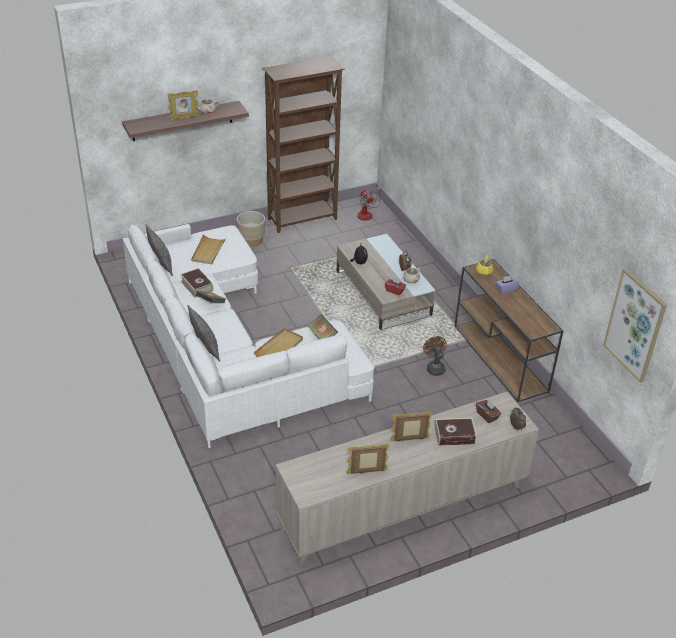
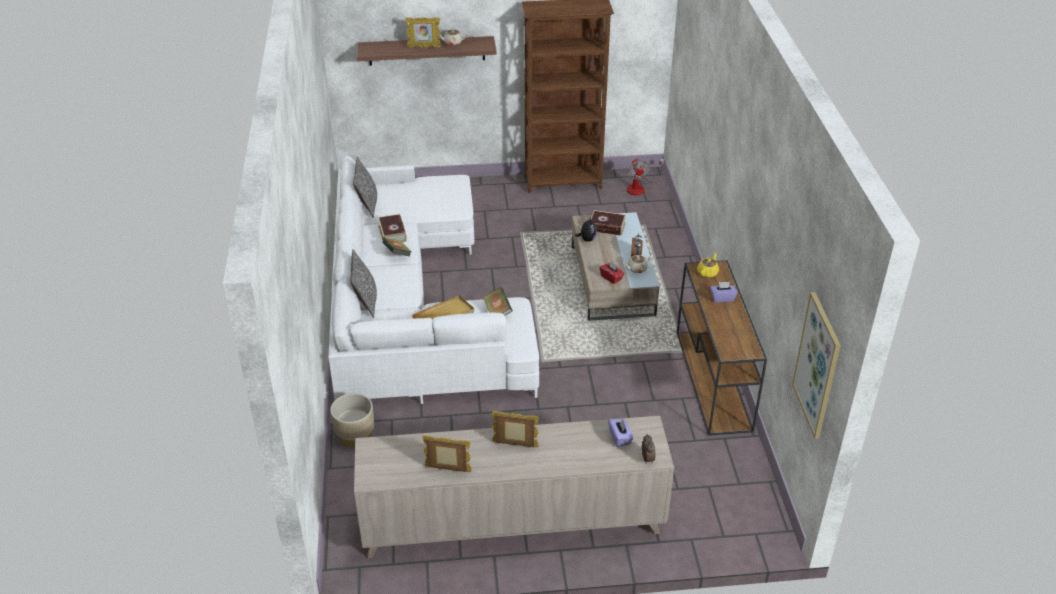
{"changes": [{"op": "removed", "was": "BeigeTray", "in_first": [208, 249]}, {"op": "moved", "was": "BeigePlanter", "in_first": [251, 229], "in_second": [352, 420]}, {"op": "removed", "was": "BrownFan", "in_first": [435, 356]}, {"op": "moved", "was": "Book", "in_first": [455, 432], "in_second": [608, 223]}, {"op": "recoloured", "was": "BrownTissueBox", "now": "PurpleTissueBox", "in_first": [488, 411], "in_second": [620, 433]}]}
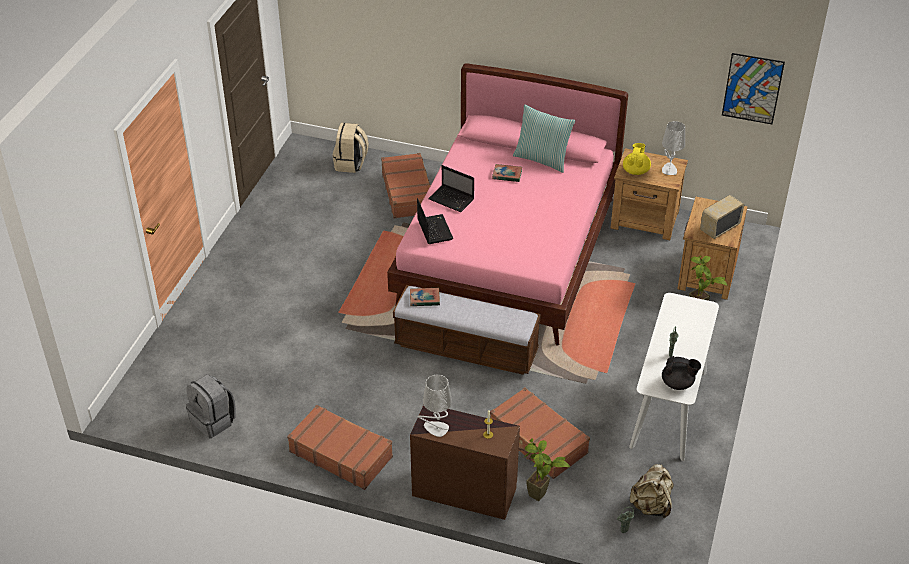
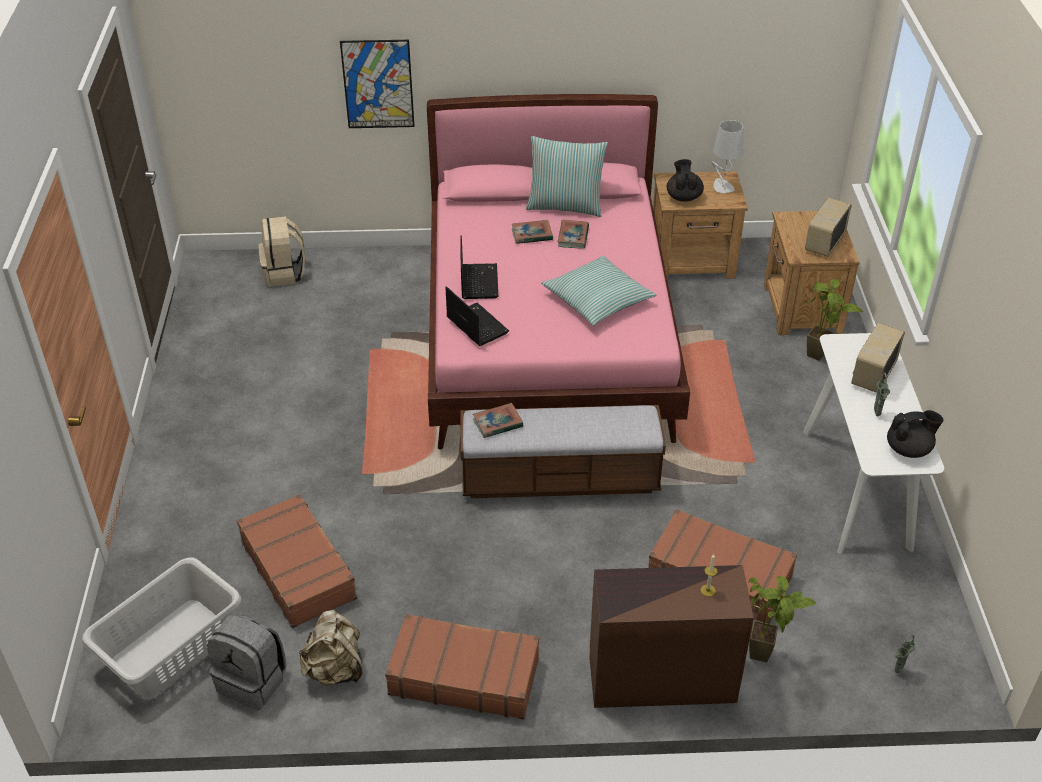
{"changes": [{"op": "moved", "was": "BrownSuitcase", "in_first": [405, 186], "in_second": [297, 561]}, {"op": "removed", "was": "GreyTableLamp", "in_first": [435, 406]}, {"op": "turned", "was": "Laptop", "in_first": [451, 188], "in_second": [479, 267], "clockwise": -105}, {"op": "recoloured", "was": "YellowTeapot", "now": "BlackTeapot", "in_first": [637, 159], "in_second": [685, 180]}, {"op": "moved", "was": "BeigeBackpack", "in_first": [651, 491], "in_second": [330, 648]}, {"op": "moved", "was": "Picture", "in_first": [753, 88], "in_second": [377, 84]}, {"op": "added", "now": "GreyLaundryBasket", "in_second": [161, 628]}, {"op": "added", "now": "Pillow", "in_second": [598, 291]}, {"op": "added", "now": "Book", "in_second": [573, 234]}, {"op": "added", "now": "Radio", "in_second": [878, 358]}]}
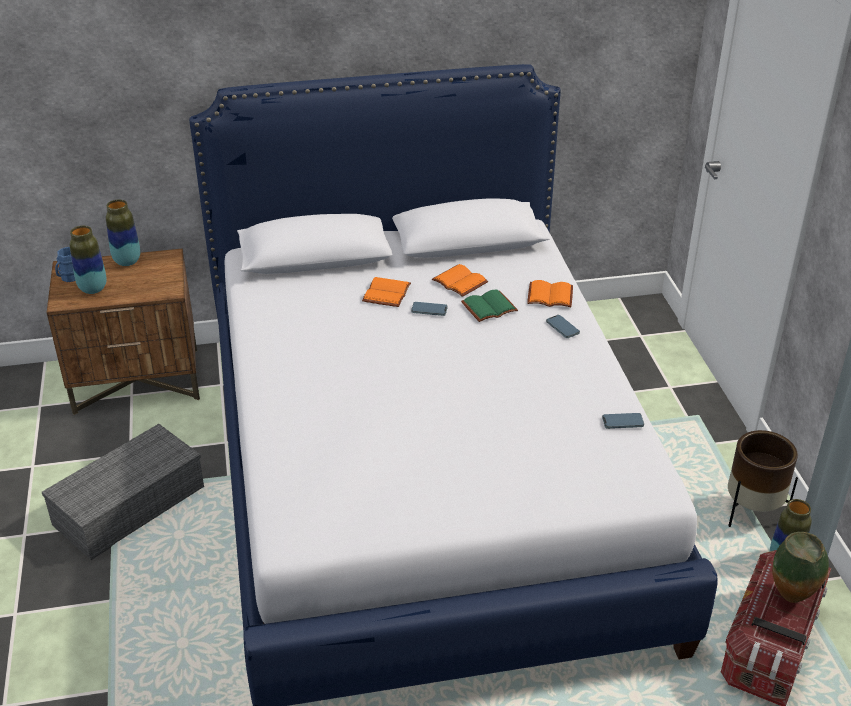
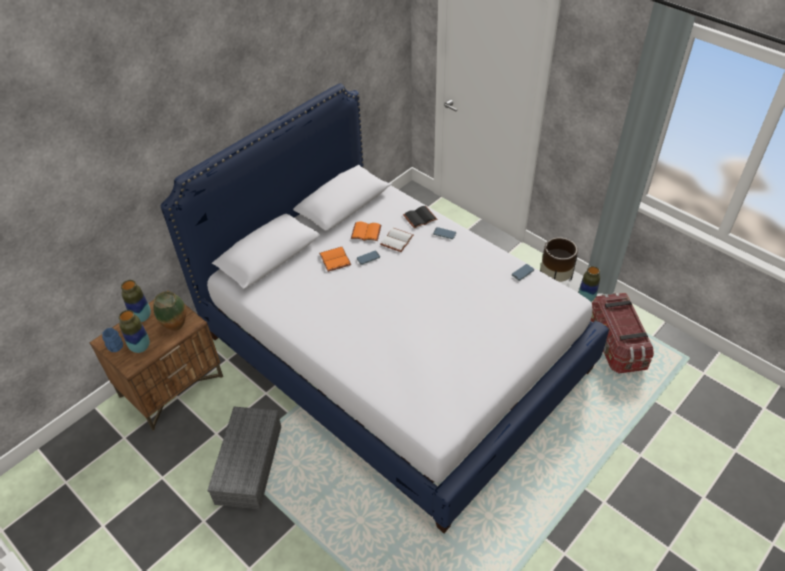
{"changes": [{"op": "recoloured", "was": "GreenBook", "now": "WhiteBook", "in_first": [489, 305], "in_second": [397, 240]}, {"op": "recoloured", "was": "OrangeBook", "now": "BlackBook", "in_first": [550, 293], "in_second": [420, 217]}, {"op": "moved", "was": "Vase", "in_first": [800, 567], "in_second": [169, 311]}]}
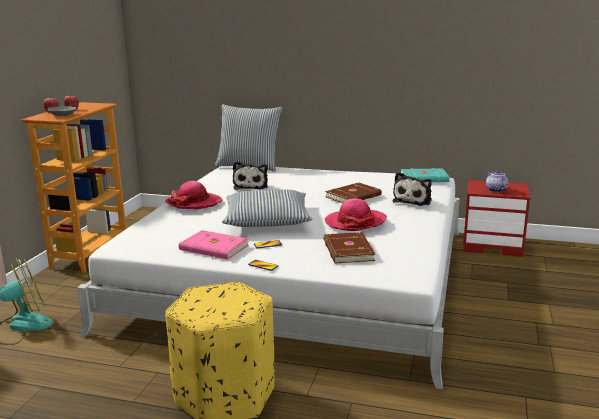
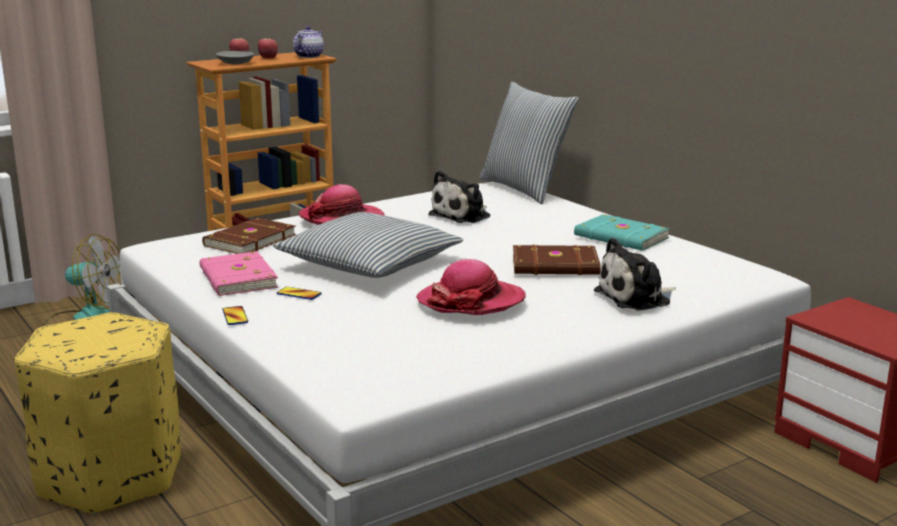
{"changes": [{"op": "moved", "was": "BrownBook", "in_first": [349, 248], "in_second": [249, 236]}, {"op": "moved", "was": "TurquoiseBook", "in_first": [425, 175], "in_second": [622, 232]}, {"op": "moved", "was": "Teapot", "in_first": [497, 181], "in_second": [308, 42]}]}
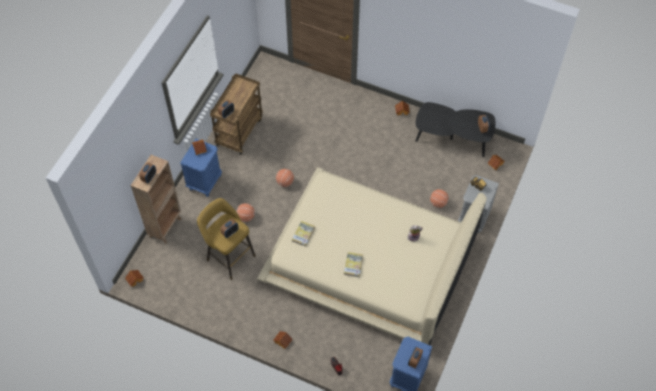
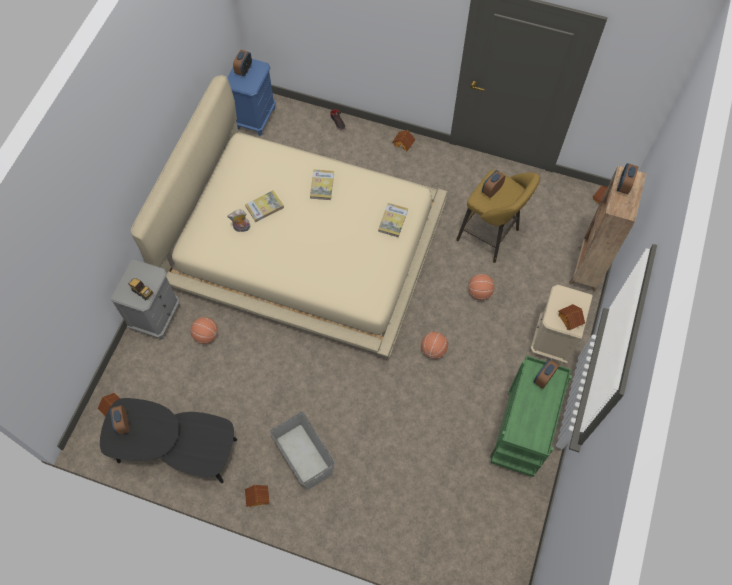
{"changes": [{"op": "recoloured", "was": "BlueNightstand", "now": "BeigeNightstand", "in_first": [201, 168], "in_second": [561, 324]}, {"op": "recoloured", "was": "BrownCart", "now": "GreenCart", "in_first": [236, 114], "in_second": [531, 416]}, {"op": "added", "now": "Book", "in_second": [264, 206]}, {"op": "added", "now": "GreyStorageBox", "in_second": [302, 450]}]}
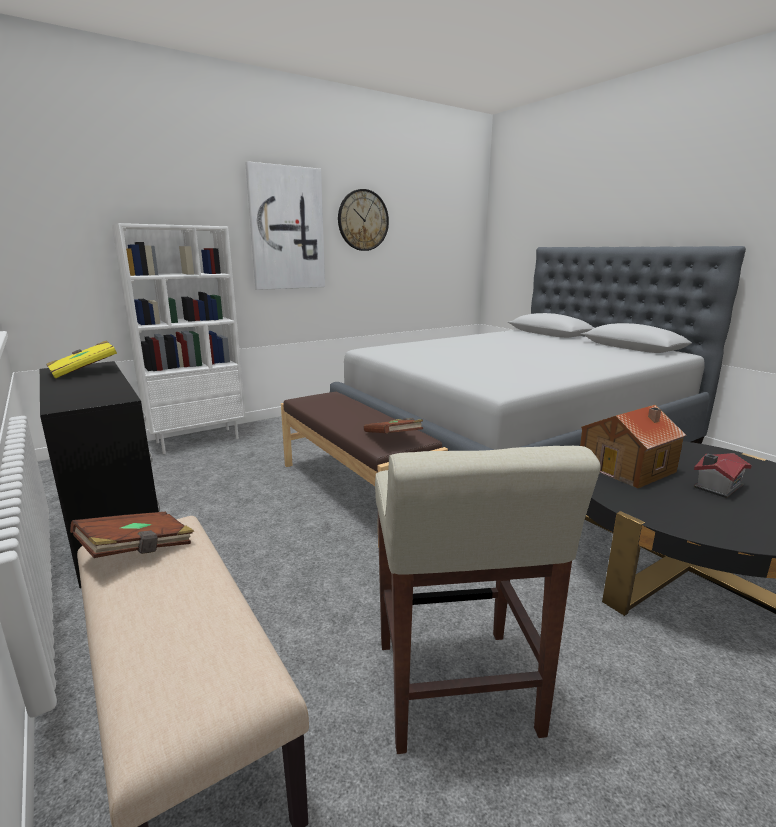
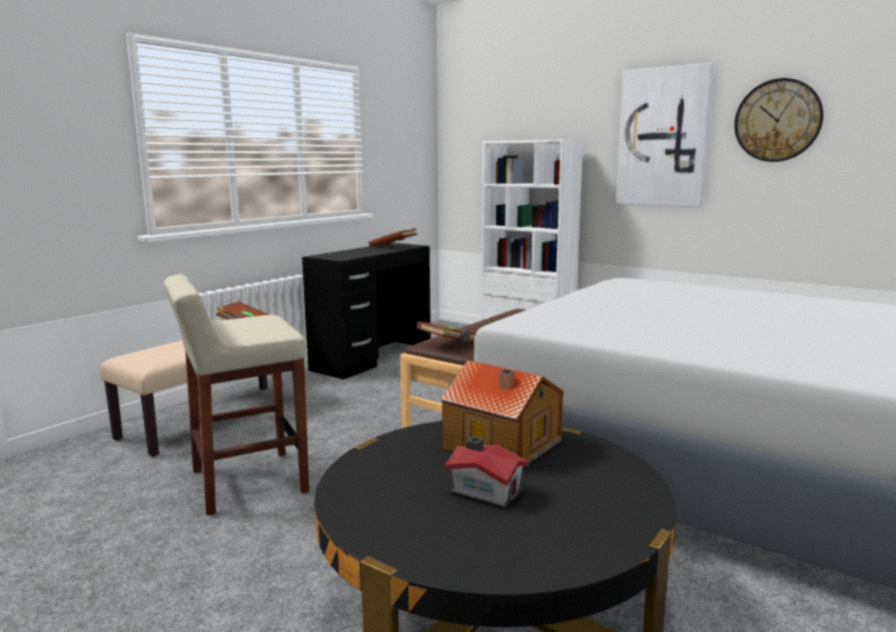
{"changes": [{"op": "recoloured", "was": "YellowBook", "now": "BrownBook", "in_first": [81, 359], "in_second": [393, 237]}]}
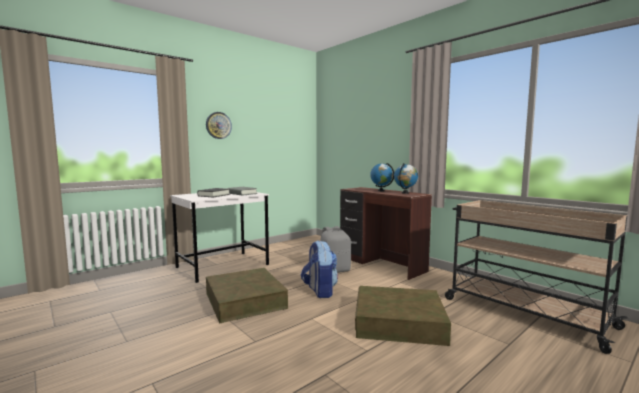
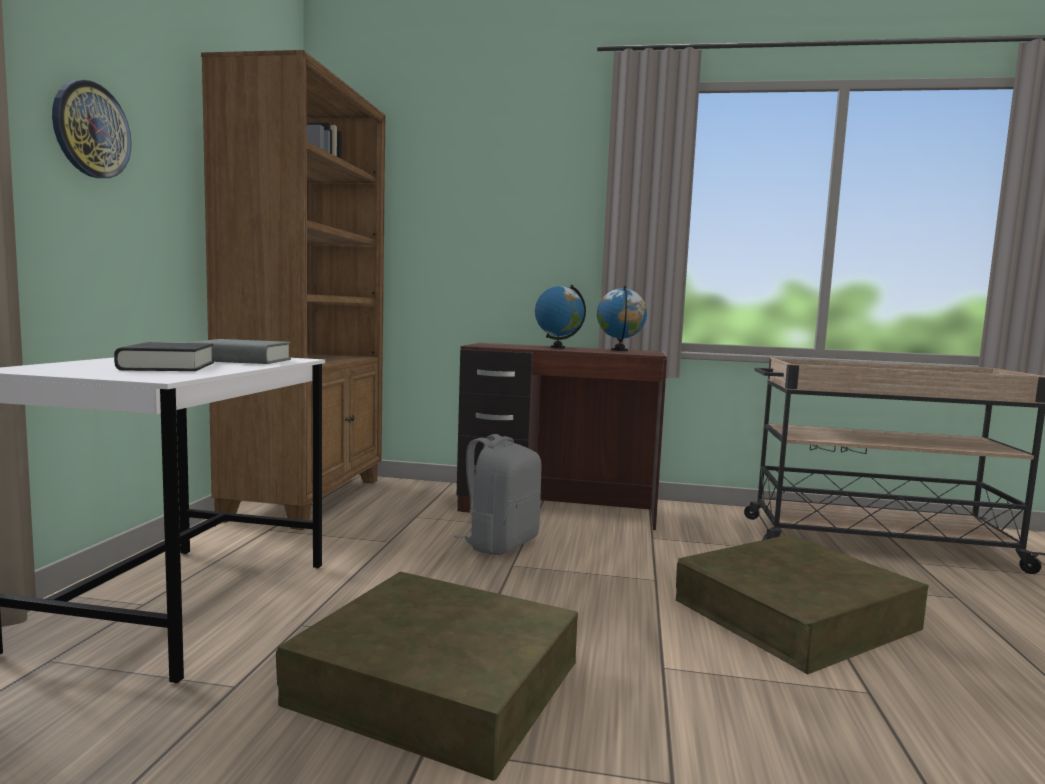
{"changes": [{"op": "removed", "was": "Backpack", "in_first": [319, 269]}, {"op": "added", "now": "BrownBookcase", "in_second": [293, 290]}]}
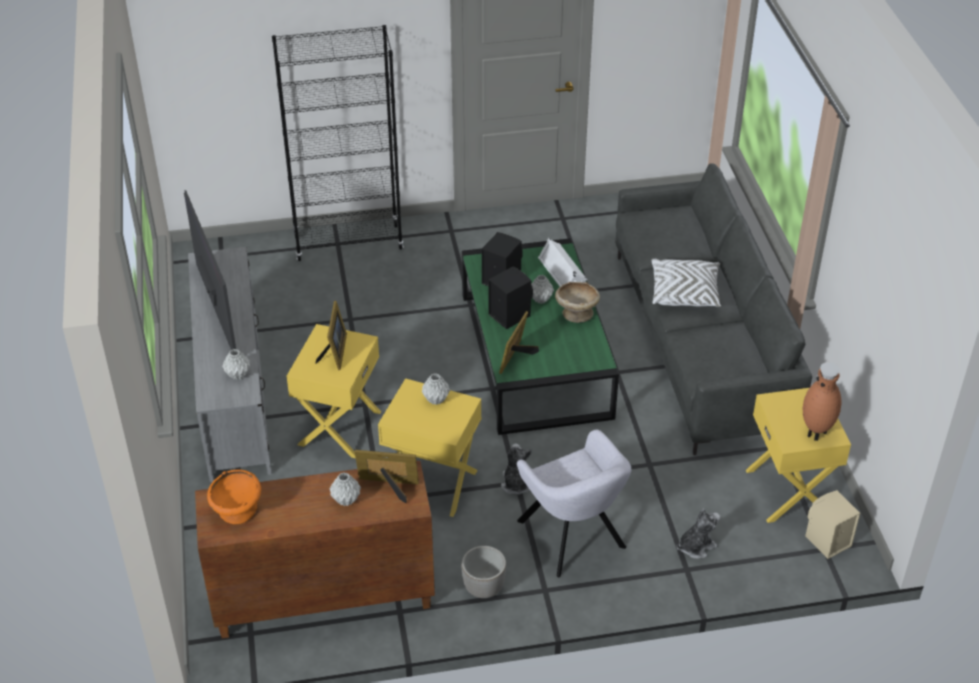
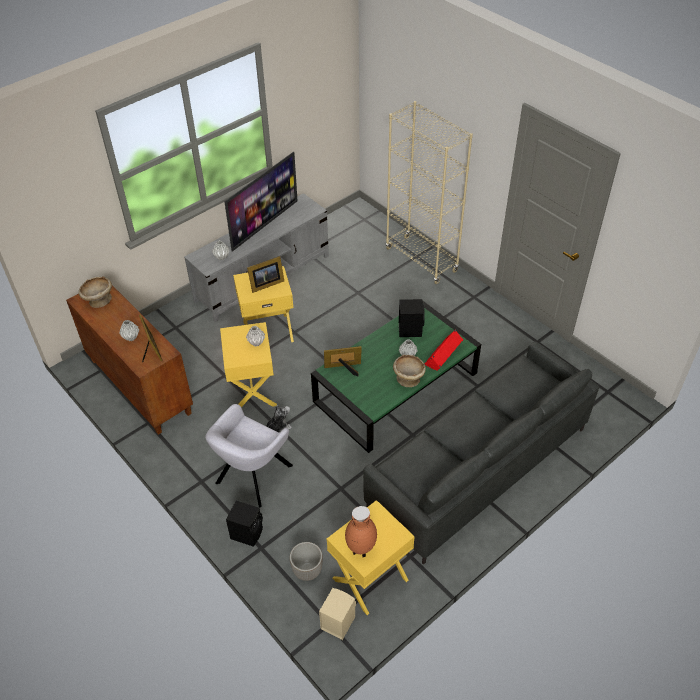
{"changes": [{"op": "recoloured", "was": "OrangeBowl", "now": "BeigeBowl", "in_first": [234, 496], "in_second": [95, 292]}, {"op": "recoloured", "was": "BlackBookcase", "now": "BeigeBookcase", "in_first": [338, 143], "in_second": [429, 192]}, {"op": "moved", "was": "Planter", "in_first": [483, 572], "in_second": [306, 561]}, {"op": "moved", "was": "BlackSpeaker", "in_first": [510, 297], "in_second": [244, 524]}, {"op": "recoloured", "was": "WhiteSpeaker", "now": "RedSpeaker", "in_first": [562, 262], "in_second": [443, 350]}, {"op": "removed", "was": "WhitePillow", "in_first": [686, 283]}, {"op": "removed", "was": "PlushToy", "in_first": [698, 533]}]}
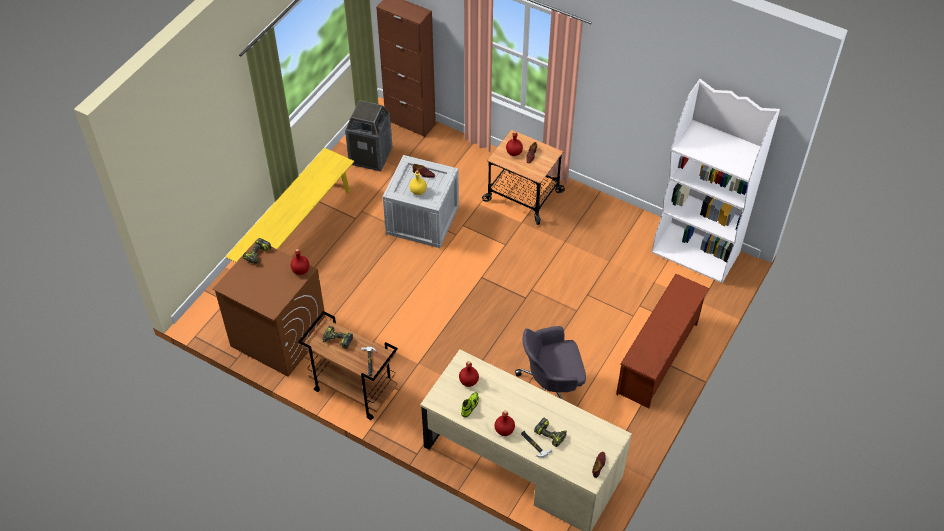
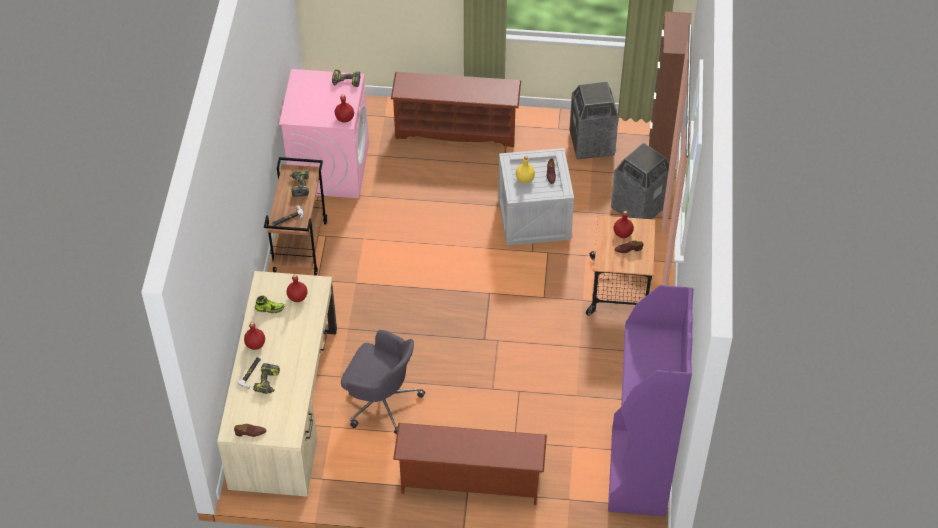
{"changes": [{"op": "recoloured", "was": "BrownWashingMachine", "now": "PinkWashingMachine", "in_first": [269, 309], "in_second": [324, 133]}, {"op": "replaced", "was": "YellowBench", "now": "BrownShoeRack", "in_first": [290, 205], "in_second": [456, 109]}, {"op": "turned", "was": "GreyOfficeChair", "in_first": [550, 363], "in_second": [383, 382], "clockwise": 150}, {"op": "recoloured", "was": "WhiteBookcase", "now": "PurpleBookcase", "in_first": [716, 181], "in_second": [650, 400]}, {"op": "added", "now": "TrashCan", "in_second": [640, 180]}]}
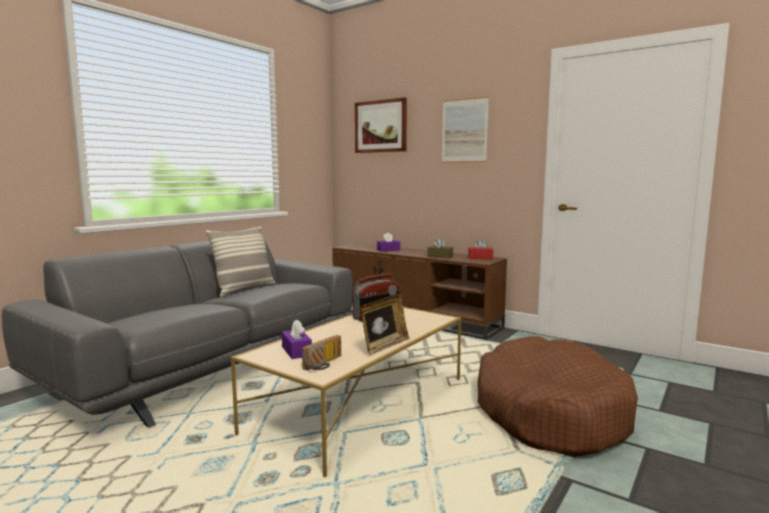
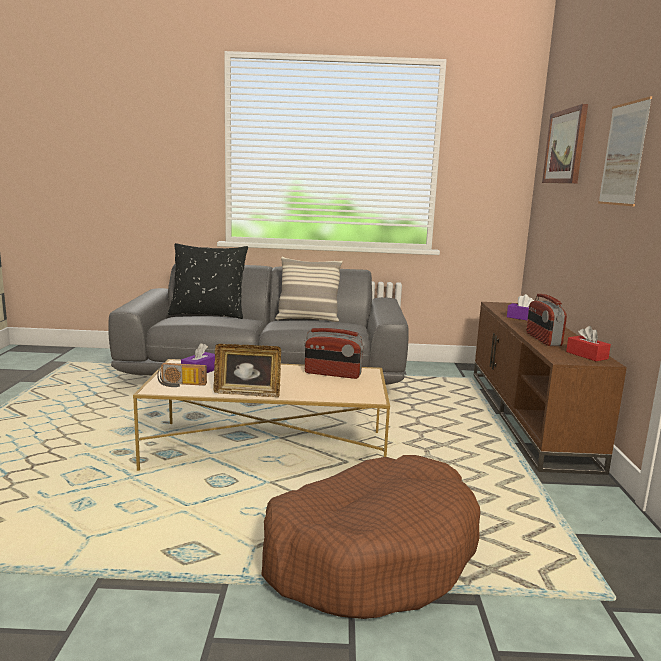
{"changes": [{"op": "replaced", "was": "BrownTissueBox", "now": "Radio", "in_first": [440, 248], "in_second": [546, 320]}, {"op": "added", "now": "BlackPillow", "in_second": [208, 281]}]}
